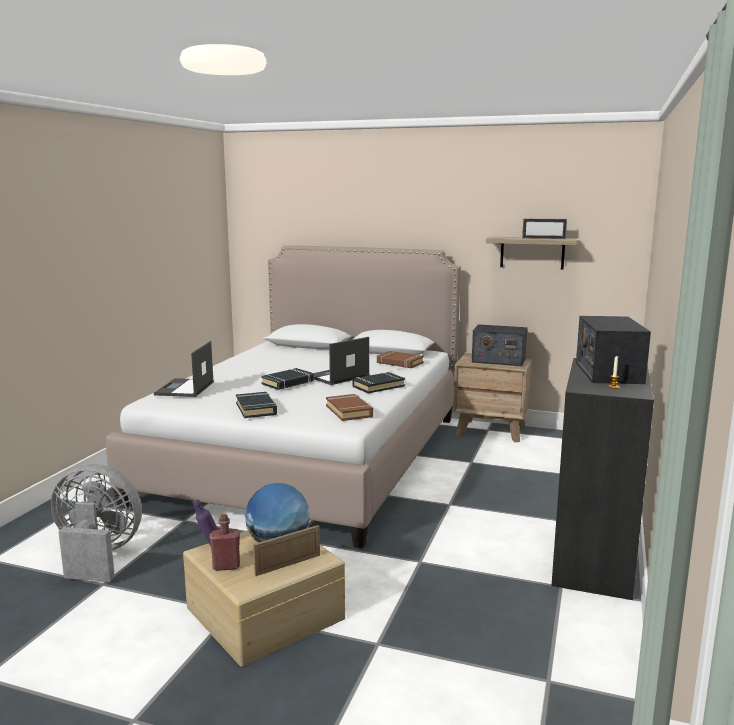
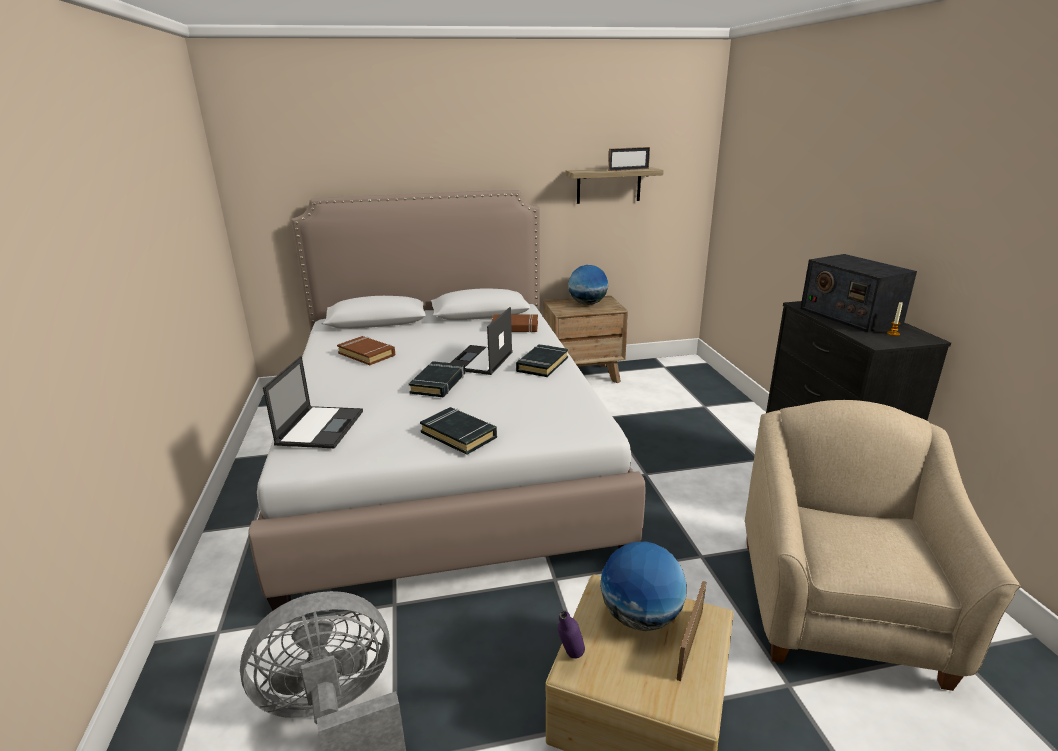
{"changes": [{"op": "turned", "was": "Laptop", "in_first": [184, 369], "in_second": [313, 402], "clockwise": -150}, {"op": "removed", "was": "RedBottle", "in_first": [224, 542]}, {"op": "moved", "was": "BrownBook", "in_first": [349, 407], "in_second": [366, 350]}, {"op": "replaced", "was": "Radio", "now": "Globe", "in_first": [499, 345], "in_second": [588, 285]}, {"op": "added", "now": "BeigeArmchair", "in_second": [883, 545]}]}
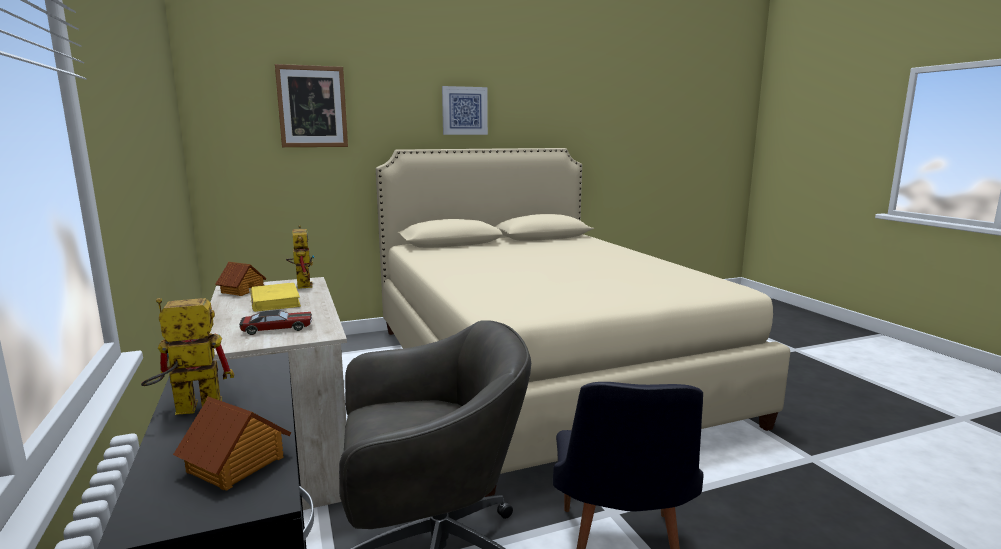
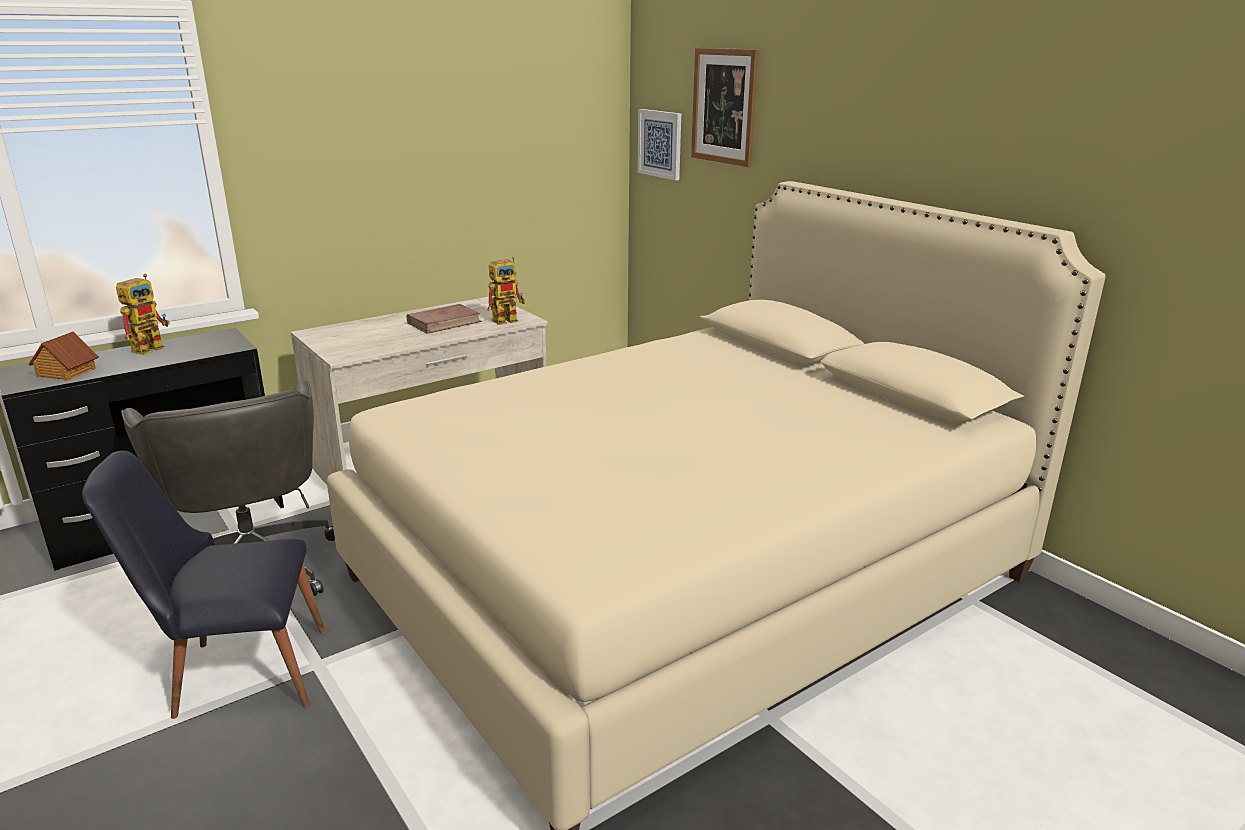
{"changes": [{"op": "turned", "was": "ToyRobot", "in_first": [187, 356], "in_second": [143, 314], "clockwise": 60}, {"op": "removed", "was": "ToyHouse", "in_first": [241, 279]}, {"op": "removed", "was": "ToyCar", "in_first": [275, 322]}, {"op": "recoloured", "was": "YellowBook", "now": "BrownBook", "in_first": [275, 297], "in_second": [444, 319]}, {"op": "moved", "was": "Picture", "in_first": [465, 110], "in_second": [659, 145]}]}
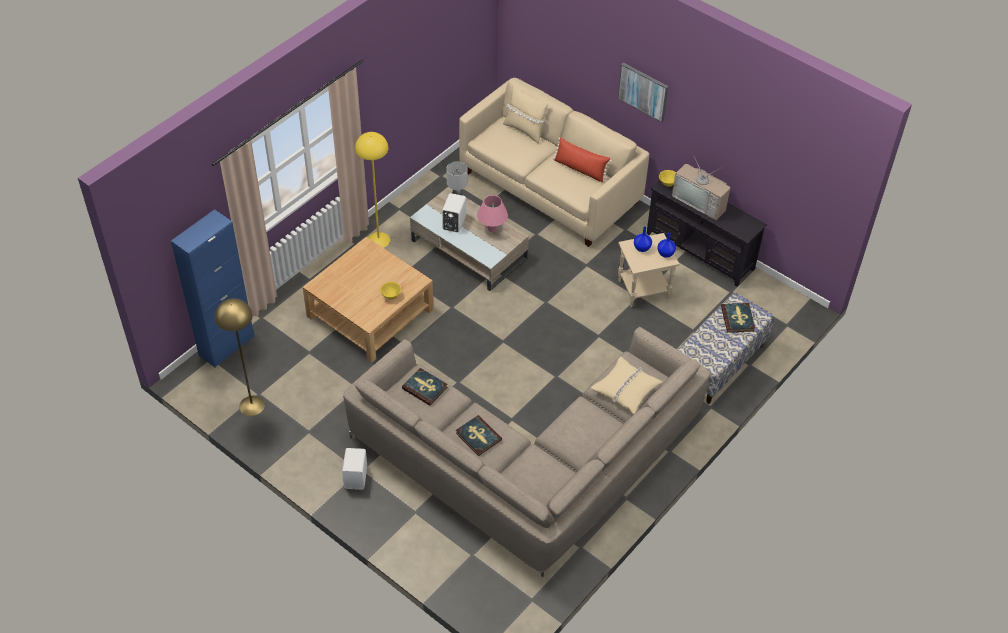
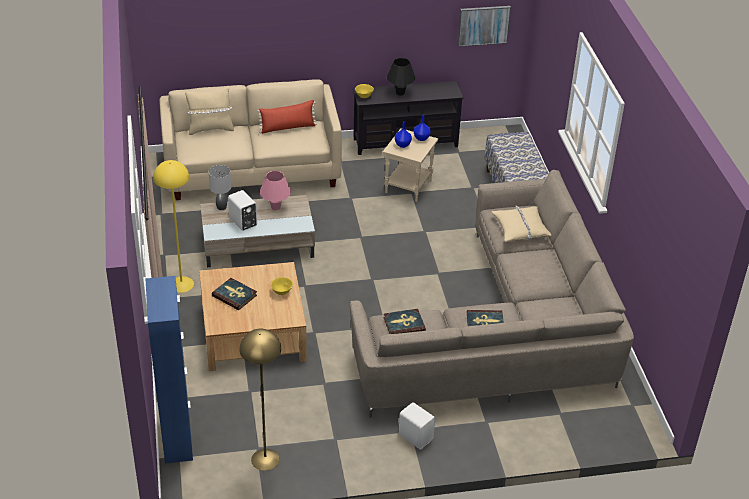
{"changes": [{"op": "moved", "was": "Picture", "in_first": [643, 93], "in_second": [484, 26]}, {"op": "replaced", "was": "Television", "now": "BlackTableLamp", "in_first": [701, 186], "in_second": [401, 77]}, {"op": "moved", "was": "Book", "in_first": [738, 318], "in_second": [234, 294]}]}
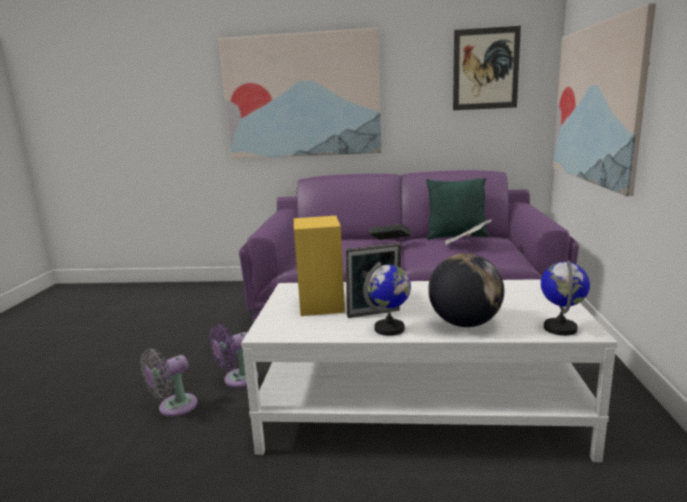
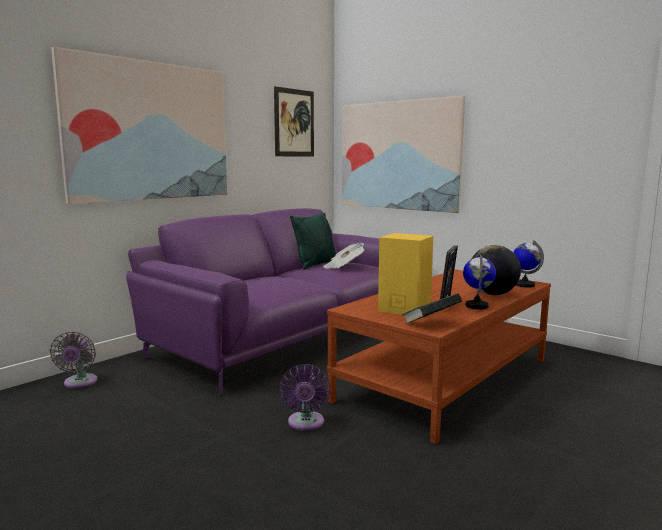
{"changes": [{"op": "moved", "was": "GreyFan", "in_first": [169, 382], "in_second": [74, 359]}, {"op": "recoloured", "was": "WhiteCoffeeTable", "now": "BrownCoffeeTable", "in_first": [429, 370], "in_second": [439, 357]}, {"op": "moved", "was": "Book", "in_first": [390, 232], "in_second": [432, 308]}]}
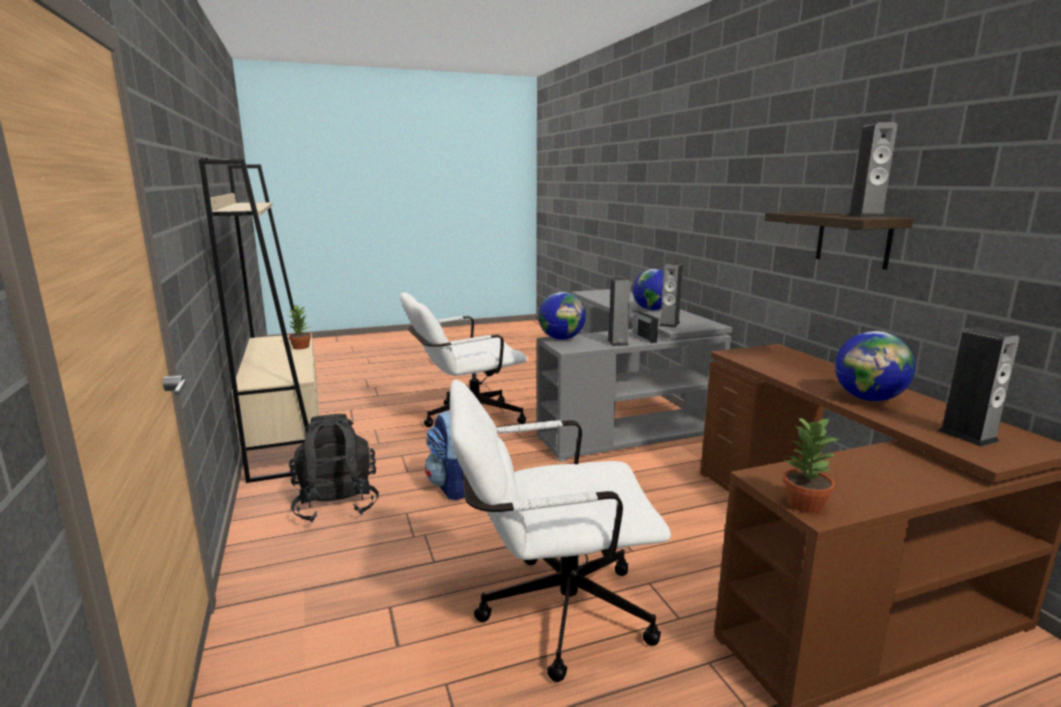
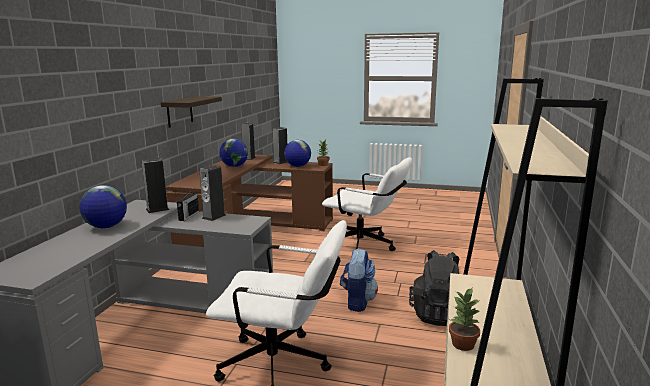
{"changes": [{"op": "moved", "was": "Globe", "in_first": [562, 316], "in_second": [297, 153]}, {"op": "moved", "was": "Speaker", "in_first": [873, 170], "in_second": [280, 145]}]}
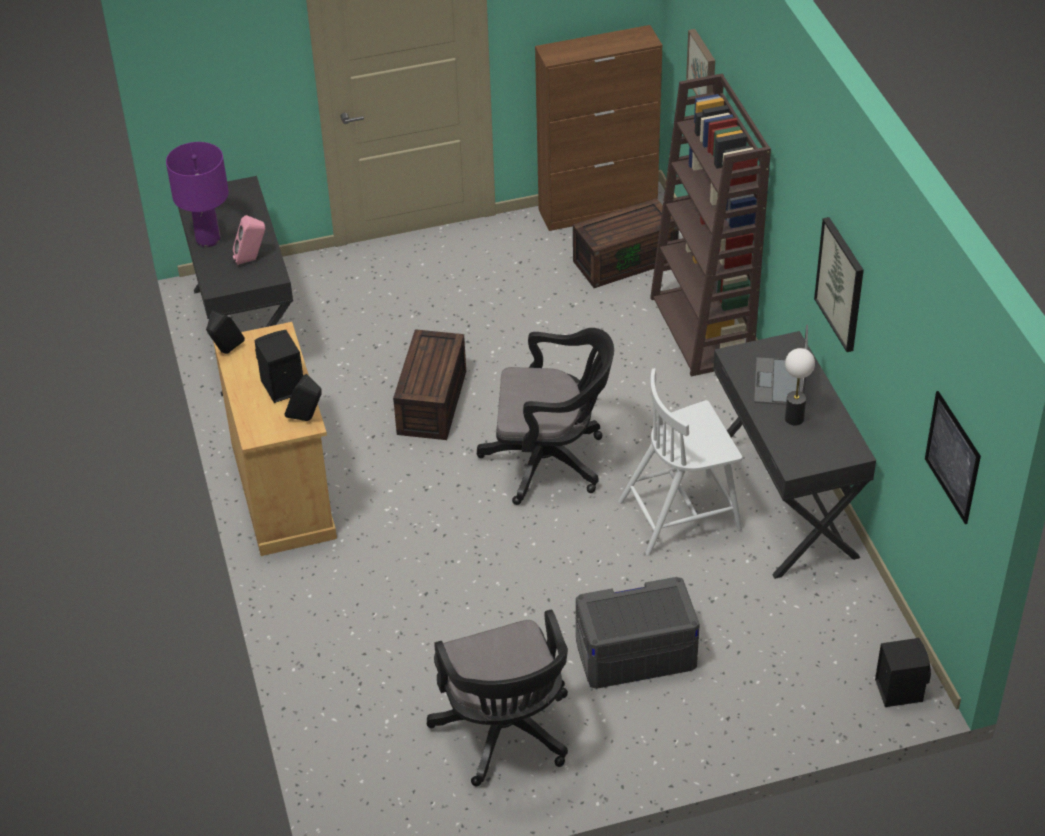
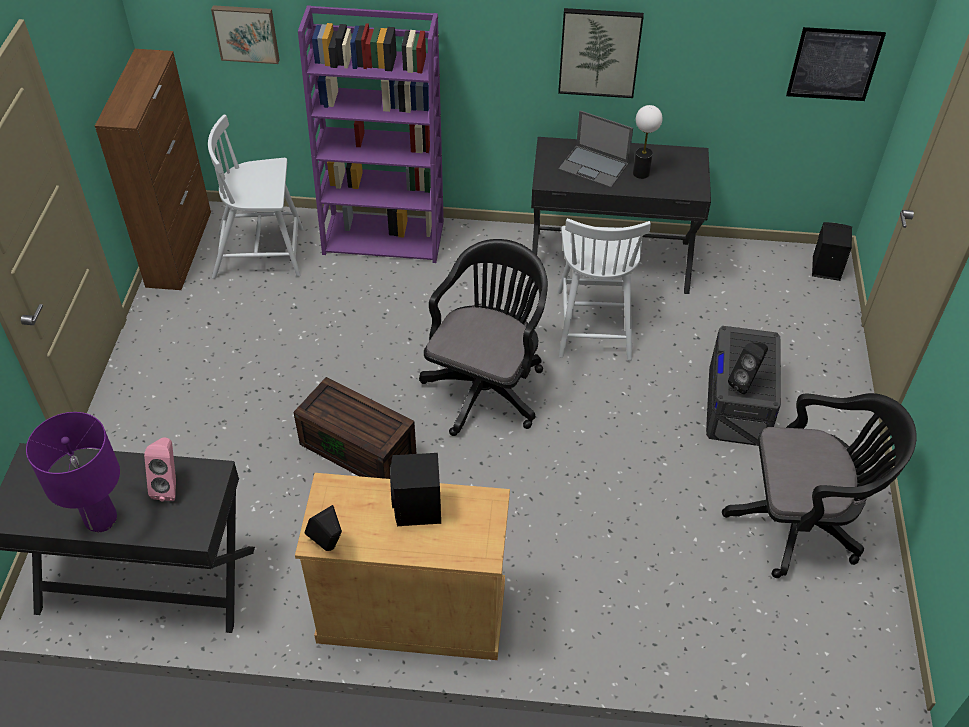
{"changes": [{"op": "moved", "was": "BlackSpeaker", "in_first": [302, 397], "in_second": [748, 368]}, {"op": "replaced", "was": "BrownStorageBox", "now": "WhiteChair", "in_first": [626, 243], "in_second": [256, 197]}, {"op": "recoloured", "was": "BrownBookcase", "now": "PurpleBookcase", "in_first": [710, 225], "in_second": [371, 134]}]}
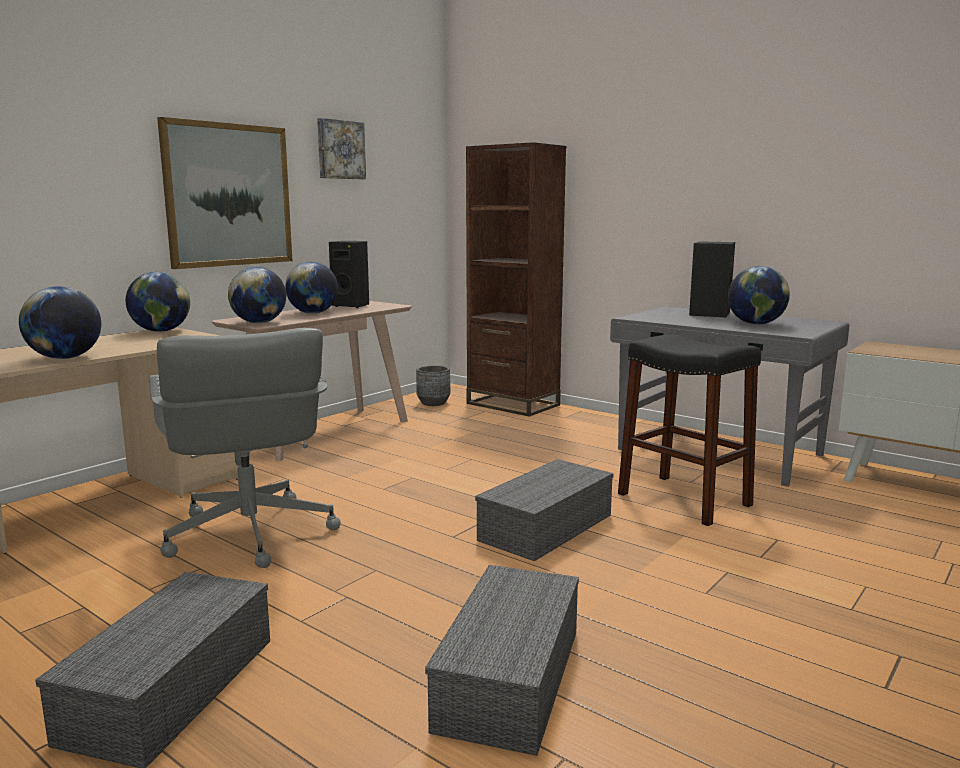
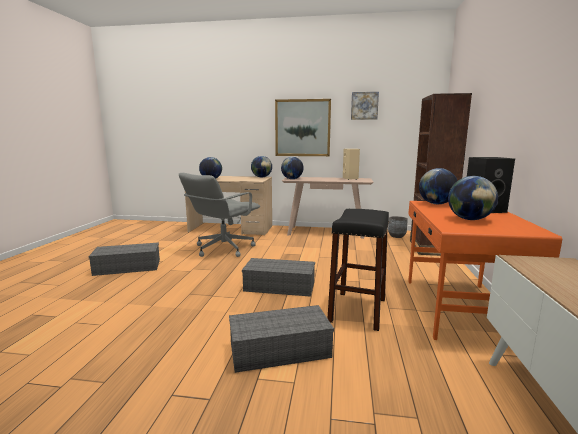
{"changes": [{"op": "moved", "was": "Globe", "in_first": [311, 288], "in_second": [438, 186]}, {"op": "recoloured", "was": "BlackSpeaker", "now": "BeigeSpeaker", "in_first": [349, 274], "in_second": [351, 164]}, {"op": "moved", "was": "GreyStorageBox", "in_first": [502, 660], "in_second": [281, 339]}, {"op": "recoloured", "was": "GreyDesk", "now": "OrangeDesk", "in_first": [729, 396], "in_second": [485, 270]}]}
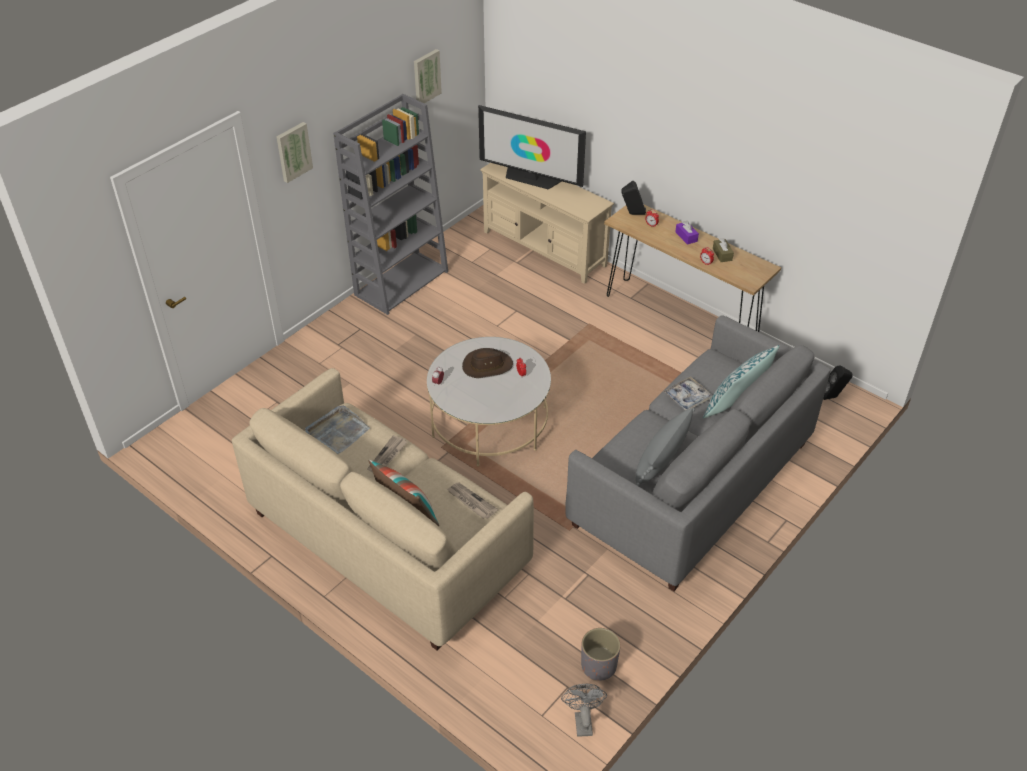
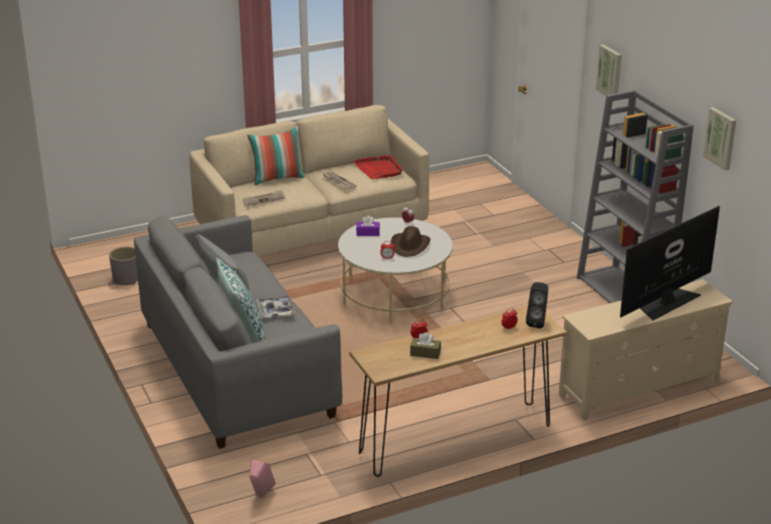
{"changes": [{"op": "recoloured", "was": "GreyTray", "now": "RedTray", "in_first": [337, 430], "in_second": [378, 167]}, {"op": "removed", "was": "GreyFan", "in_first": [584, 710]}, {"op": "moved", "was": "PurpleTissueBox", "in_first": [687, 233], "in_second": [368, 225]}, {"op": "recoloured", "was": "BlackSpeaker", "now": "PinkSpeaker", "in_first": [838, 382], "in_second": [262, 479]}]}
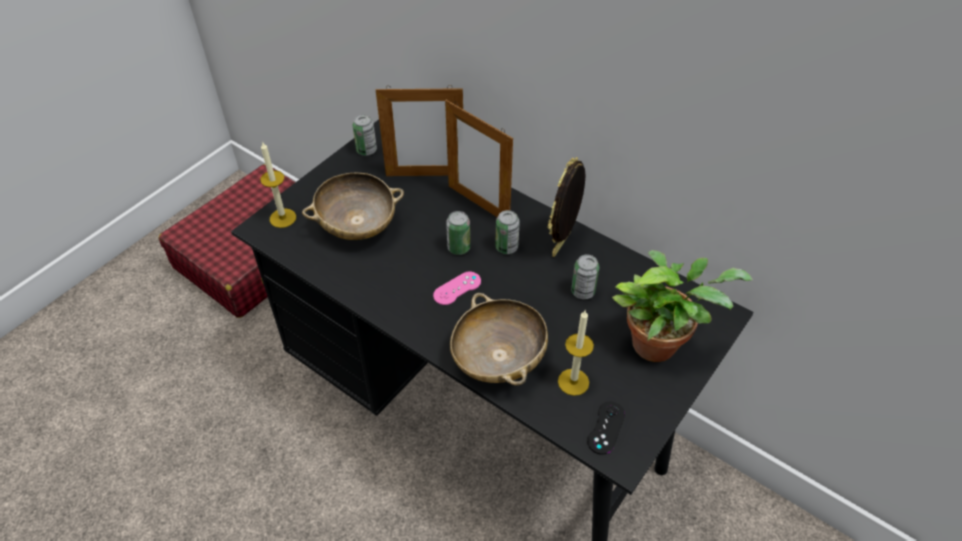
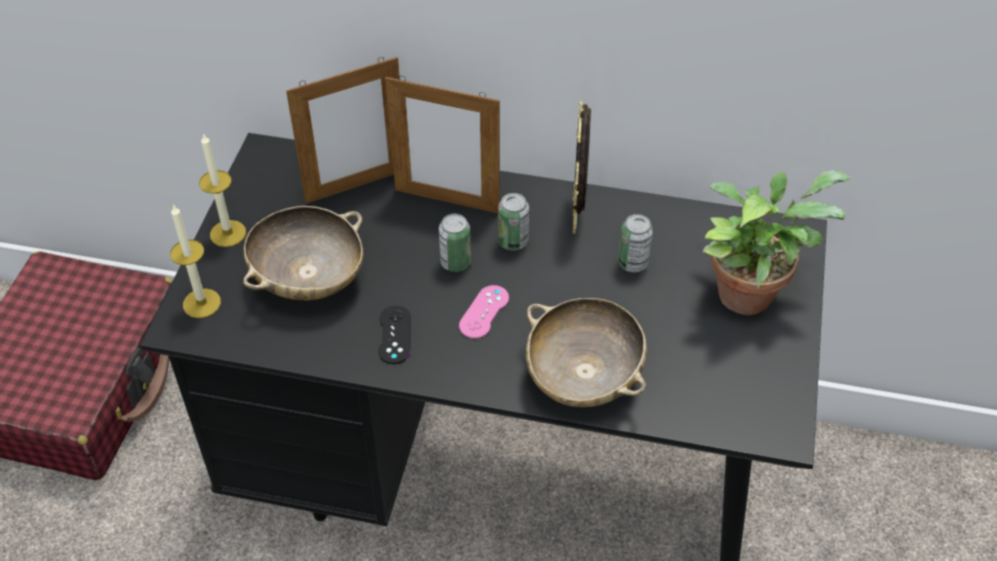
{"changes": [{"op": "removed", "was": "Can", "in_first": [364, 135]}, {"op": "moved", "was": "Candle", "in_first": [576, 353], "in_second": [222, 190]}, {"op": "moved", "was": "BlackGameController", "in_first": [606, 428], "in_second": [394, 335]}]}
